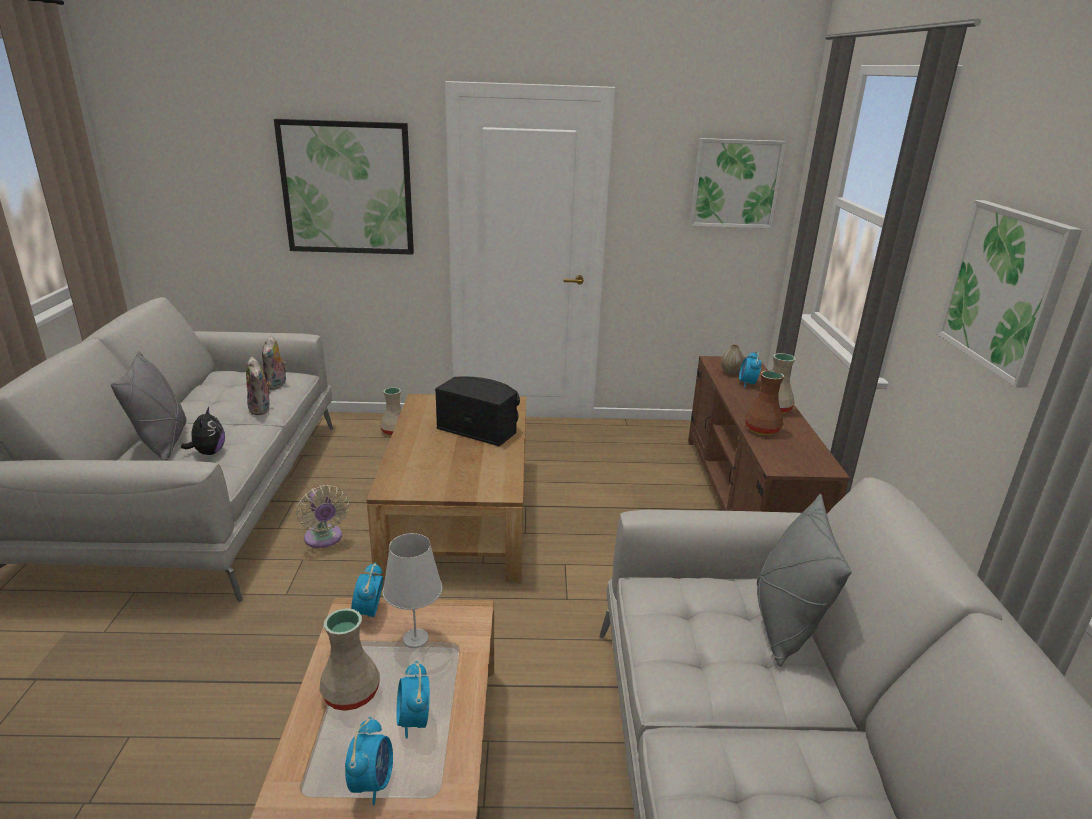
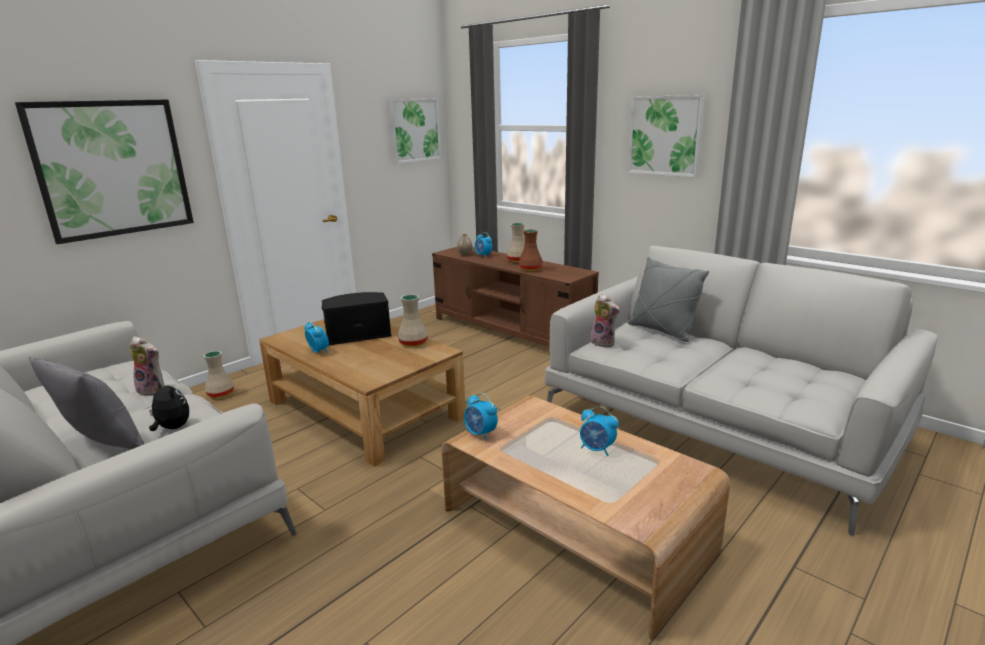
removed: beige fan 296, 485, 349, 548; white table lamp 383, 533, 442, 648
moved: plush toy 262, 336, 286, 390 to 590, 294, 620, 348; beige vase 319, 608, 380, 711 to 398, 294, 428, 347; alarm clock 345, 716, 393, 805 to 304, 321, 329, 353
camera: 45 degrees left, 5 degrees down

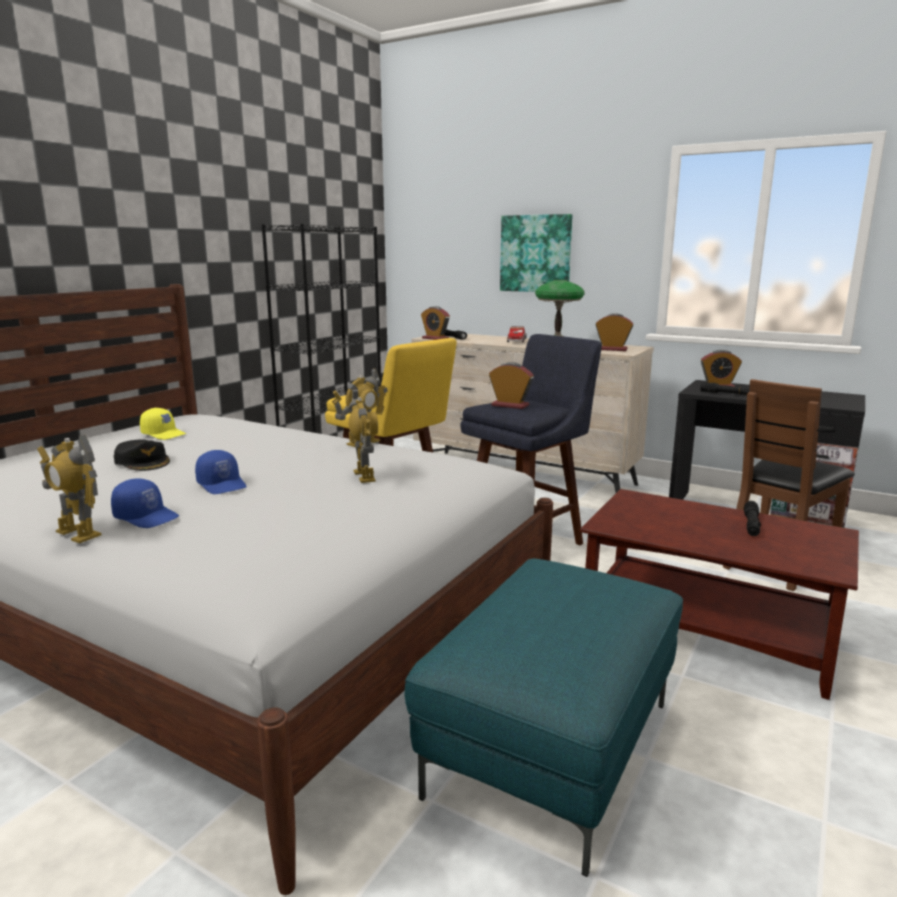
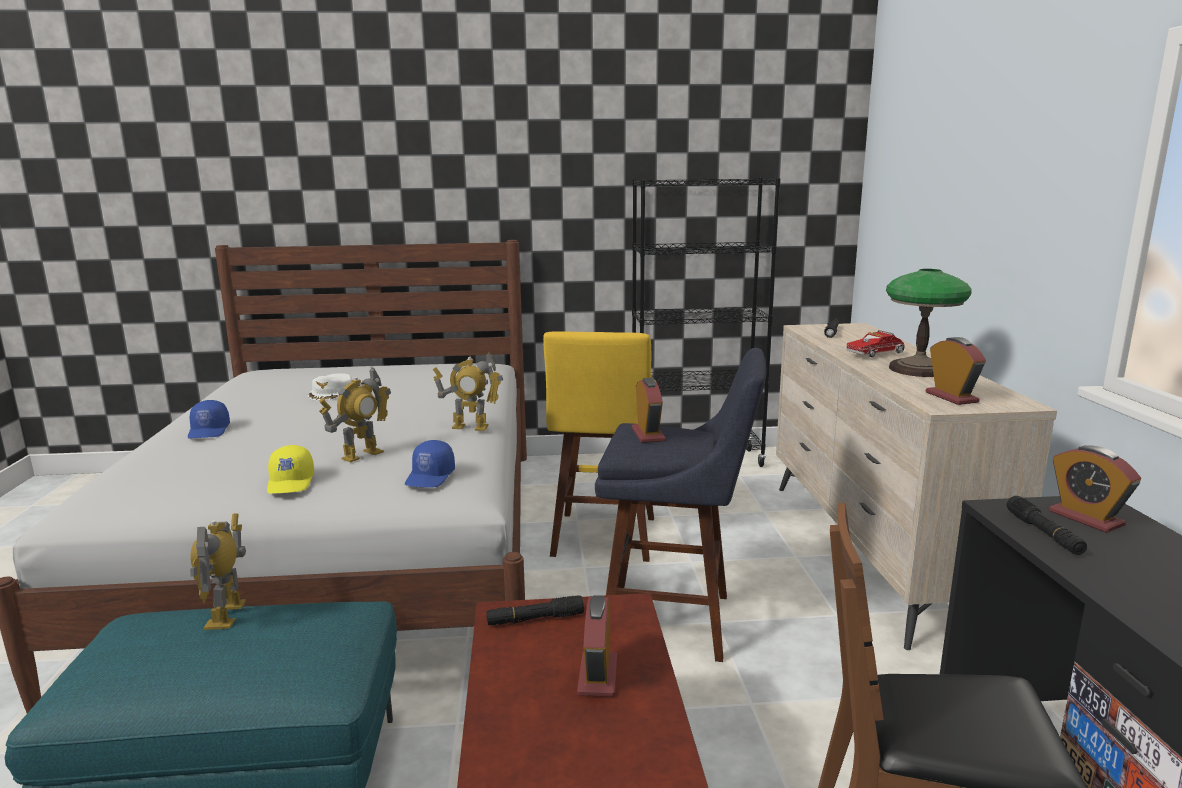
removed: picture 500, 214, 572, 292
moved: toy robot 37, 435, 101, 543 to 190, 513, 246, 630; yellow cap 140, 408, 186, 440 to 267, 445, 314, 494; blue cap 195, 450, 246, 494 to 405, 440, 455, 488; alarm clock 421, 306, 450, 340 to 577, 595, 617, 697; black flashlight 744, 501, 761, 536 to 487, 595, 584, 625
recoloured: black cap 114, 439, 170, 471 to white cap 308, 373, 352, 401
camera: 55 degrees right, 0 degrees up

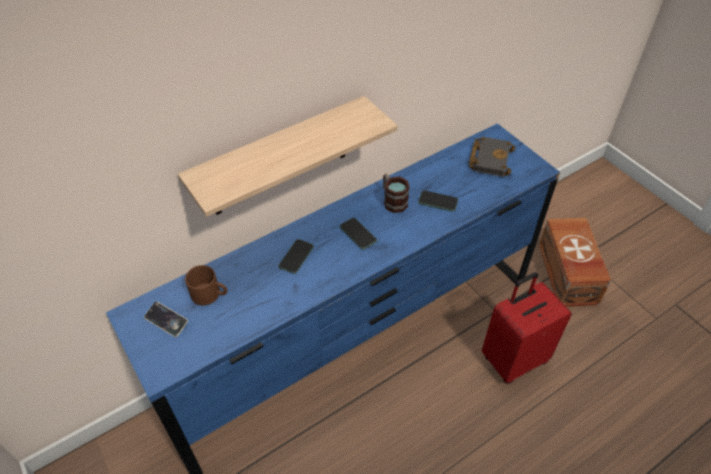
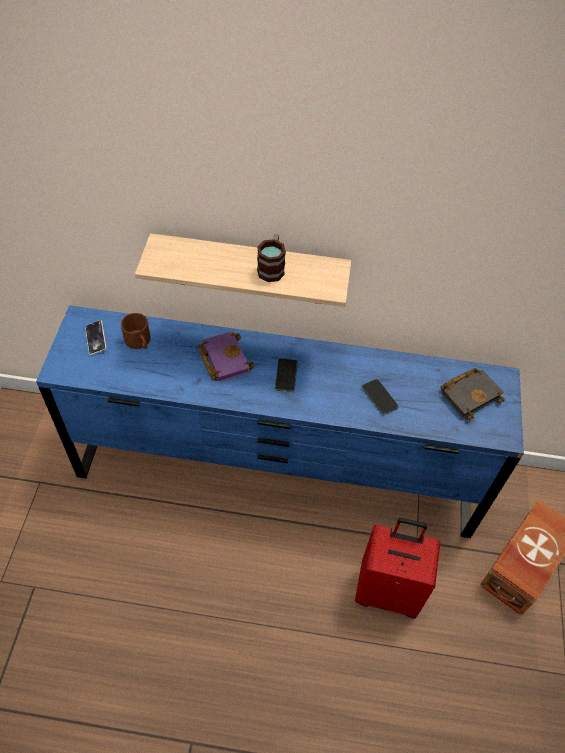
moved: mug 383, 174, 410, 213 to 257, 234, 286, 282
replaced: phone 278, 239, 314, 274 to purple book 198, 331, 255, 382
camera: 40 degrees right, 5 degrees up

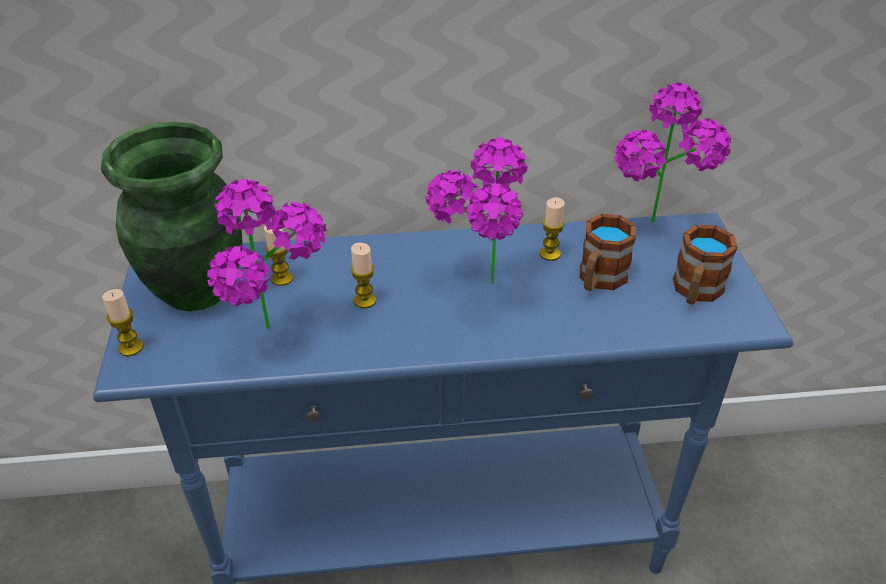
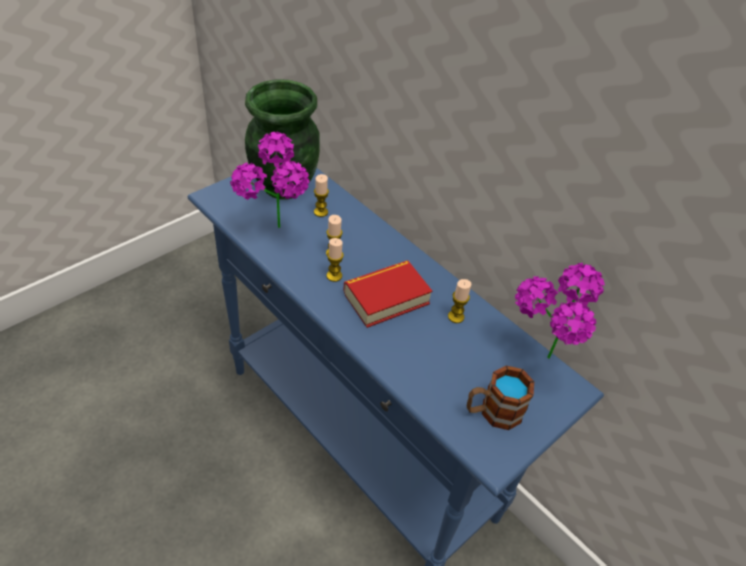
removed: mug 580, 214, 636, 291
moved: candle 102, 289, 144, 356 to 327, 238, 344, 282
replaced: potted plant 426, 138, 527, 284 to book 343, 261, 432, 328
camera: 50 degrees right, 5 degrees up

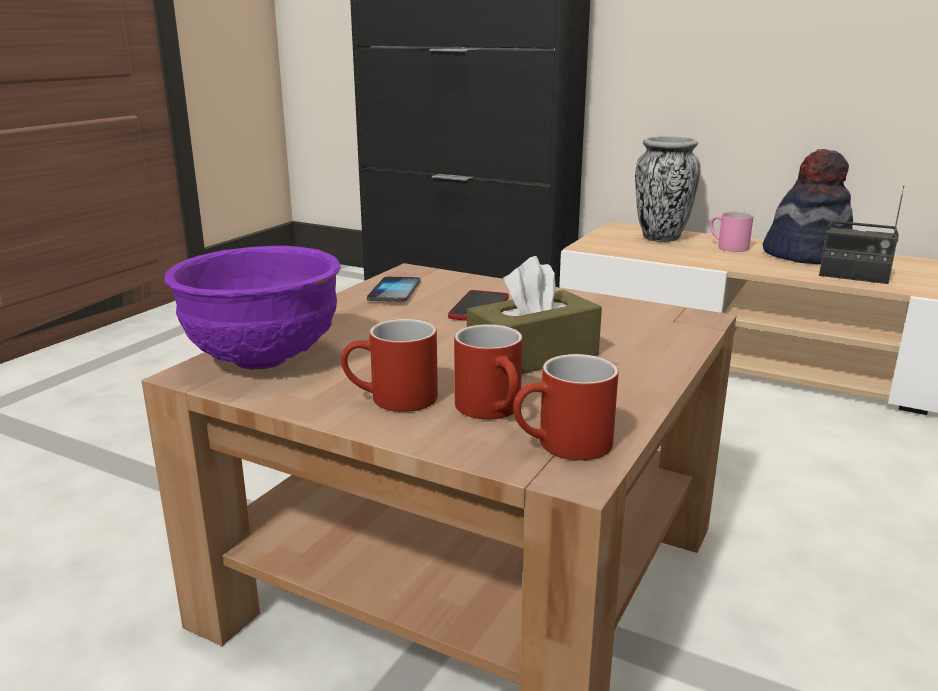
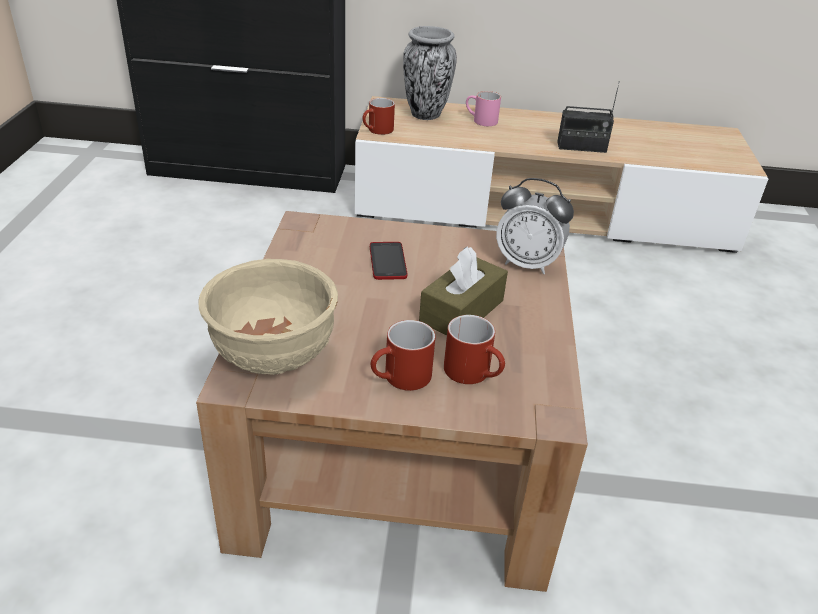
removed: phone 367, 277, 421, 302; hat 763, 149, 853, 264
added: alarm clock 496, 178, 574, 274
moved: red mug 513, 354, 619, 460 to 363, 98, 395, 135
recoloured: purple bowl 164, 246, 341, 370 to beige bowl 199, 259, 338, 375
camera: 25 degrees left, 15 degrees up

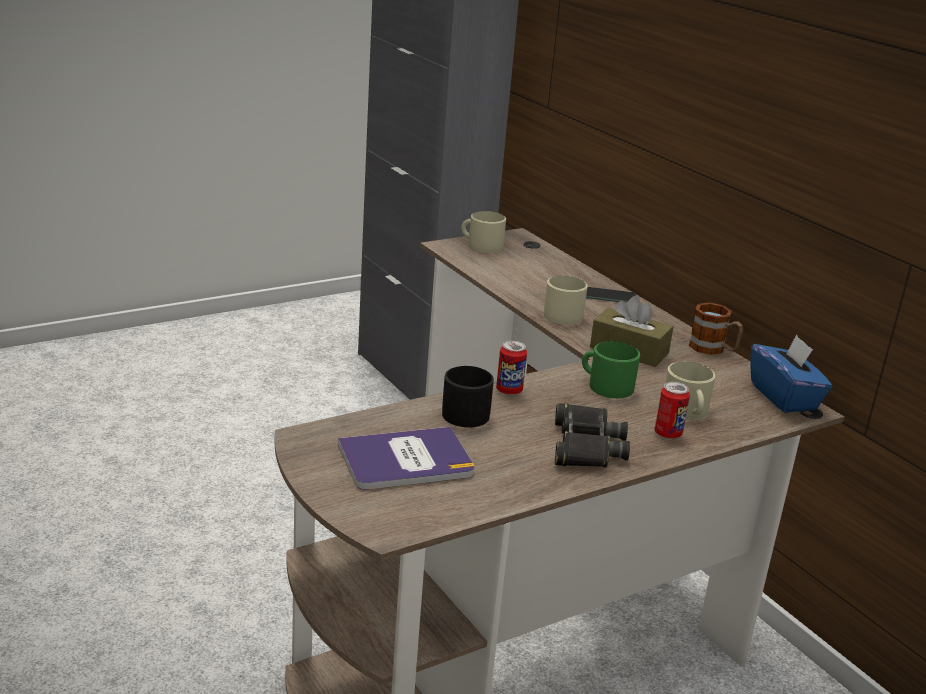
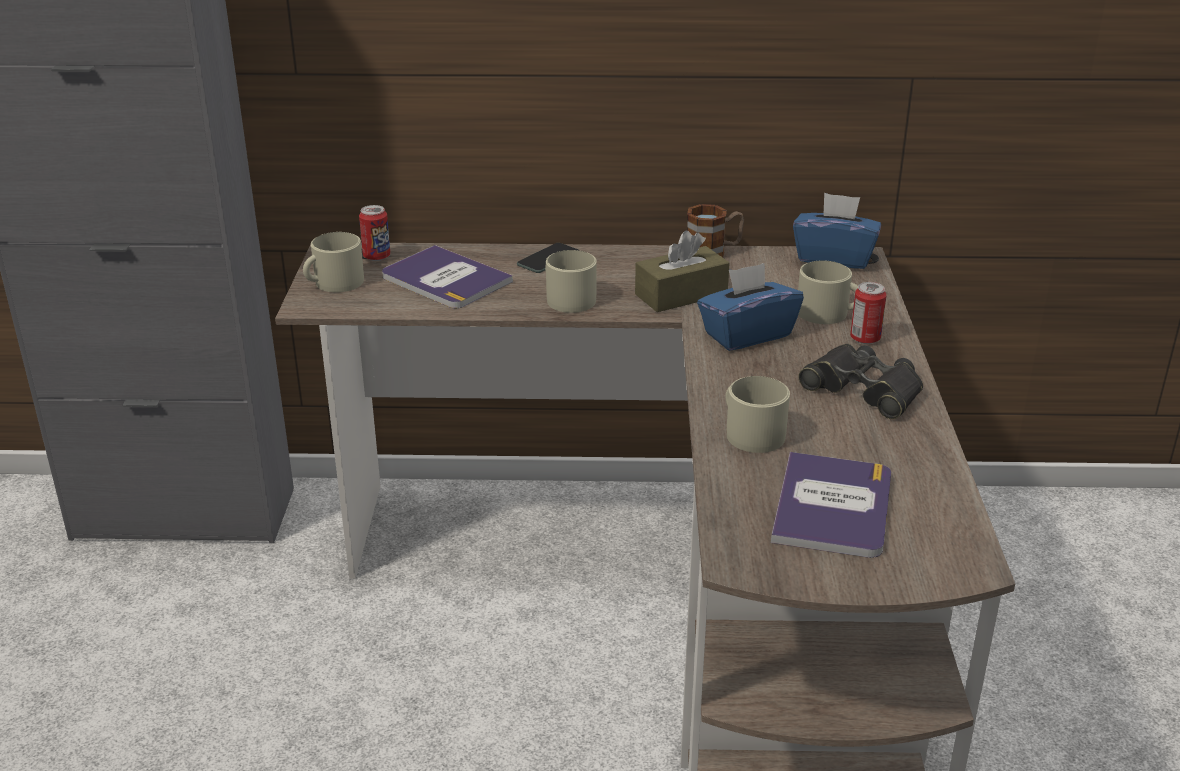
added: book 382, 245, 513, 308
moved: can 496, 341, 527, 395 to 359, 205, 390, 261
replaced: green mug 582, 341, 640, 398 to blue tissue box 697, 263, 804, 351
recoloured: black mug 442, 366, 494, 427 to beige mug 726, 376, 790, 453
camera: 55 degrees left, 5 degrees up

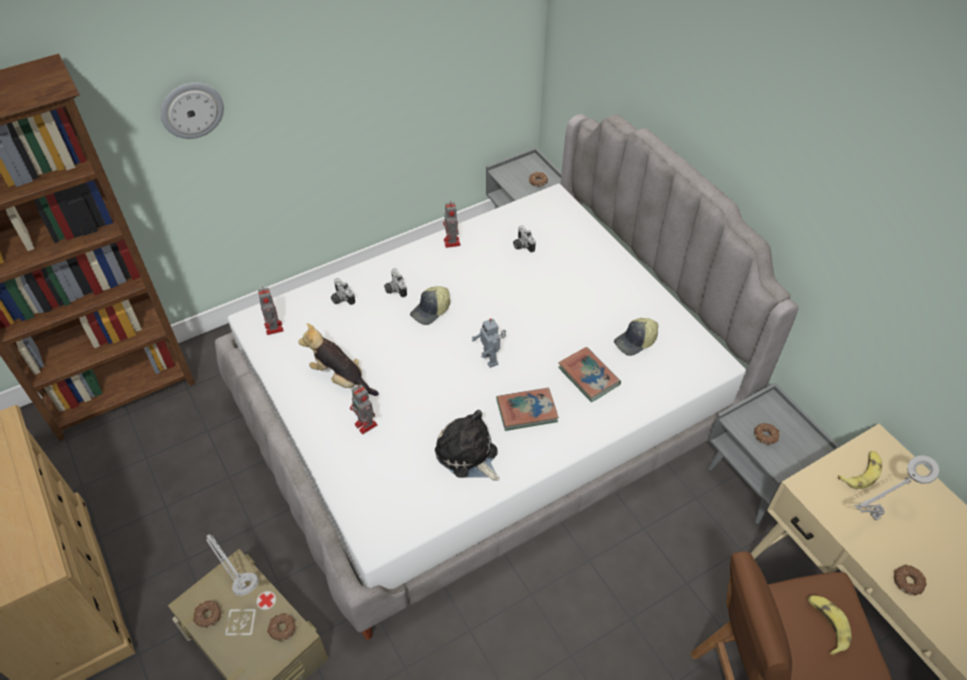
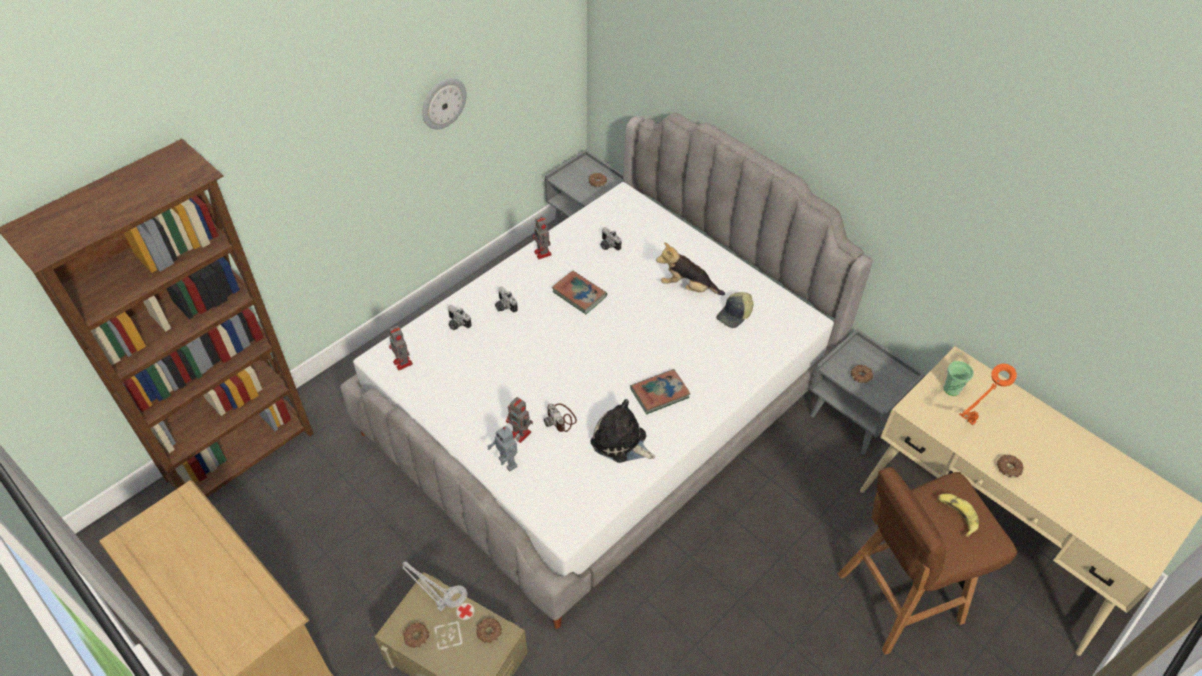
removed: cap 410, 286, 450, 325
added: photo camera 544, 403, 577, 432
moved: wall clock 160, 83, 224, 139 to 422, 78, 466, 129; plush toy 298, 323, 379, 396 to 656, 242, 725, 295; toy robot 472, 318, 506, 368 to 487, 426, 520, 471; book 558, 347, 621, 402 to 552, 271, 607, 314
replaced: banana 838, 451, 882, 489 to cup 944, 361, 974, 396
recoloured: grey table lamp 855, 455, 939, 520 to orange table lamp 959, 364, 1017, 425
camera: 15 degrees left, 0 degrees up

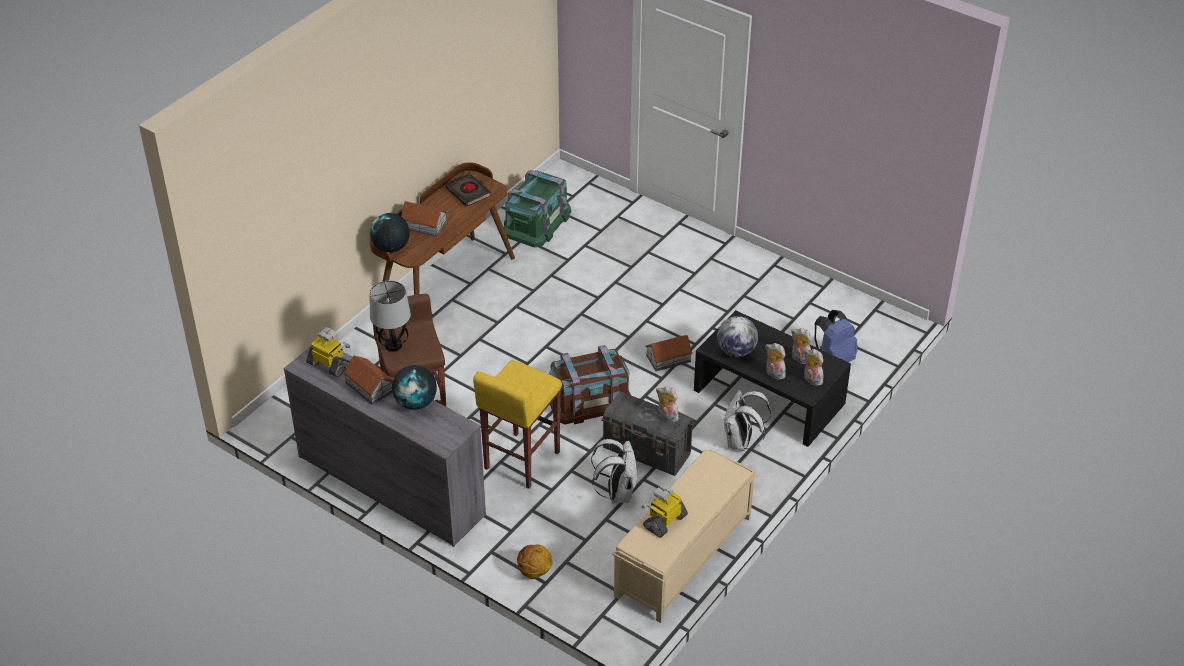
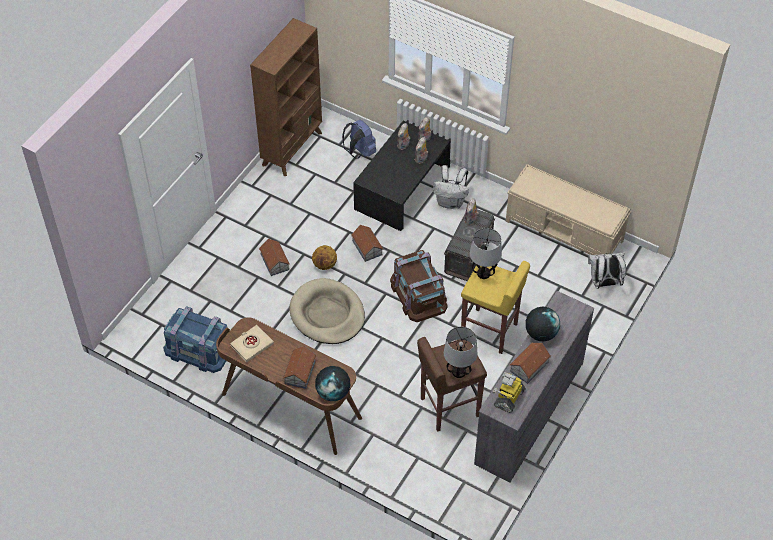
removed: toy robot 642, 484, 688, 537; globe 717, 316, 758, 357
added: brown bookcase 250, 18, 322, 176; toy house 259, 239, 290, 276; beige dog bed 289, 278, 365, 344; table lamp 470, 228, 502, 279
moved: basketball 517, 544, 552, 579 to 312, 245, 337, 270; white backpack 591, 439, 637, 504 to 588, 252, 626, 289
recoloured: black book 446, 173, 491, 207 to beige book 230, 325, 274, 362; green storage box 504, 170, 571, 247 to blue storage box 163, 306, 228, 373
camera: 95 degrees left, 10 degrees up

